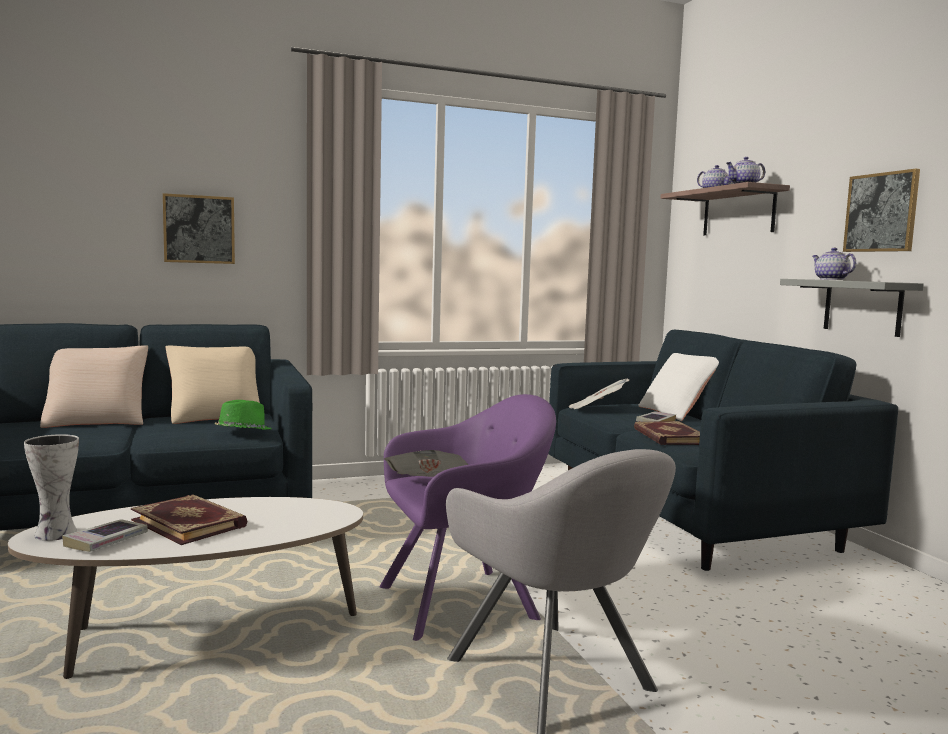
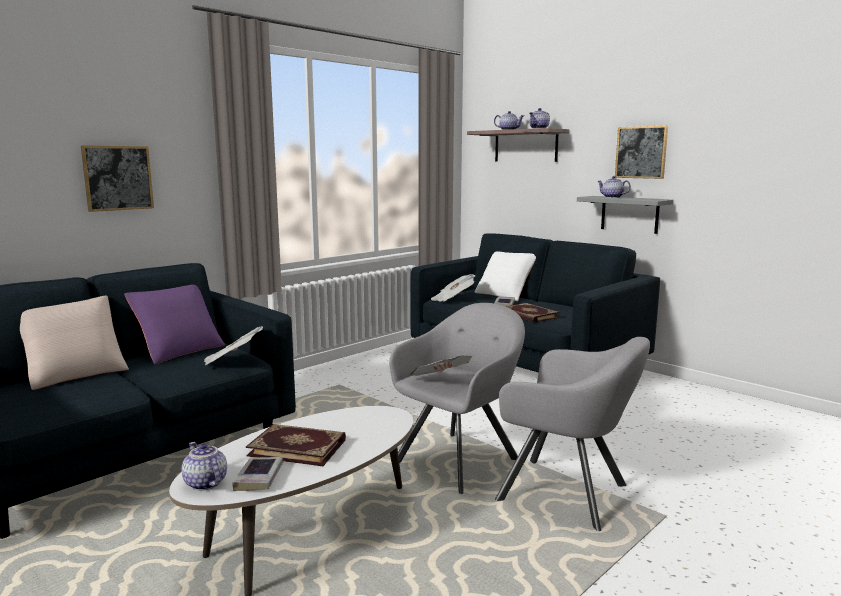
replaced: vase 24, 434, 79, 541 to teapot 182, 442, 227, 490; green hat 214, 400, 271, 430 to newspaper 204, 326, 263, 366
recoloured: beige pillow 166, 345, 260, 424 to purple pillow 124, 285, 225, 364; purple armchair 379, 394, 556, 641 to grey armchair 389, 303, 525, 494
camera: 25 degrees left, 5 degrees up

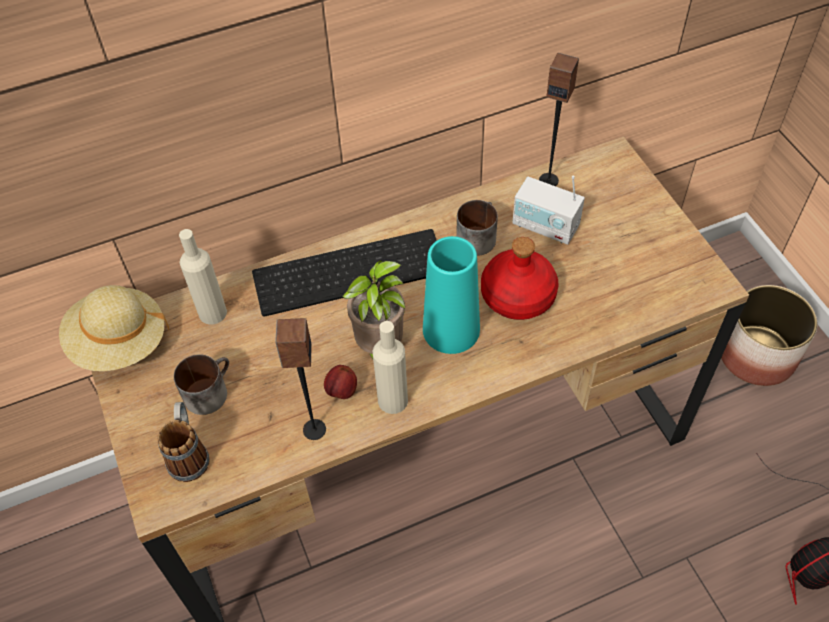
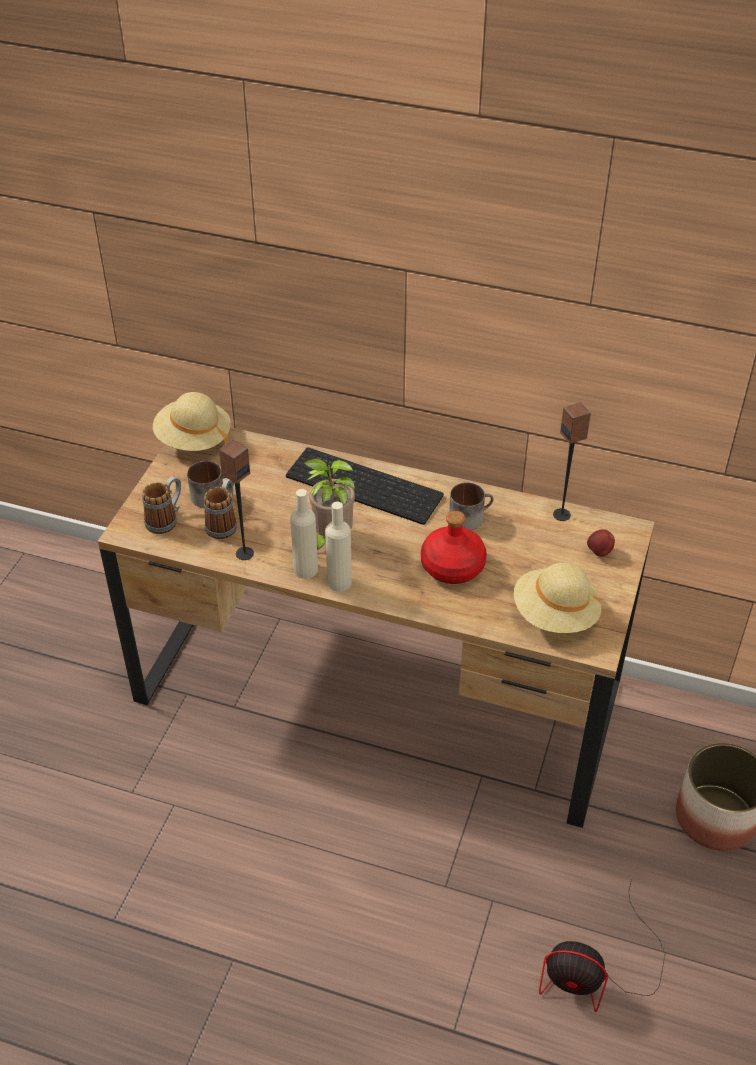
removed: turquoise vase 423, 236, 480, 354; radio 512, 175, 585, 245
added: mug 204, 479, 237, 539; beige hat 514, 563, 602, 633
moved: beige bottle 179, 229, 227, 325 to 325, 502, 352, 592; apple 324, 365, 357, 399 to 587, 529, 615, 557
camera: 40 degrees right, 10 degrees down

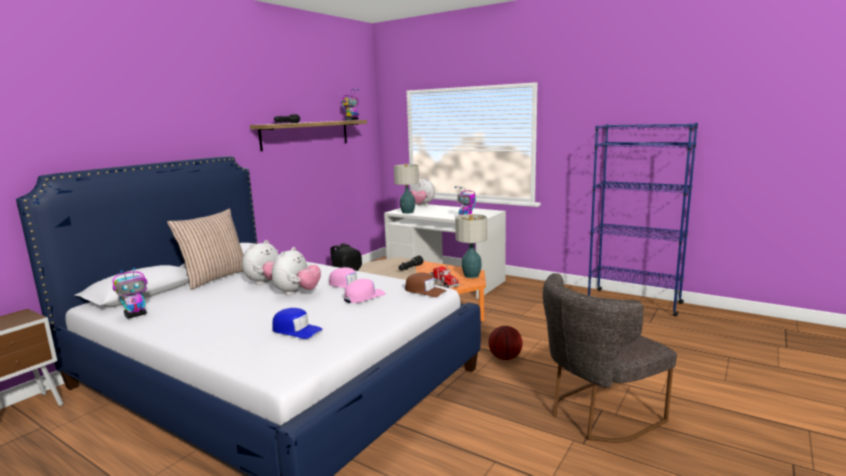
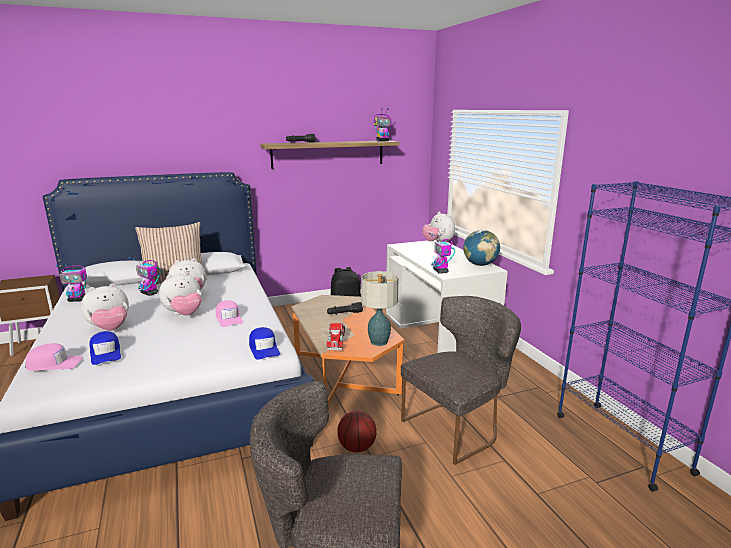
removed: table lamp 394, 164, 419, 214
added: plush toy 81, 283, 129, 331; toy robot 129, 257, 161, 296; grey chair 401, 296, 521, 465; globe 463, 230, 500, 266
moved: pink cap 344, 279, 386, 303 to 25, 343, 83, 371
recoloured: brown cap 405, 272, 446, 297 to blue cap 249, 327, 280, 360
camera: 35 degrees right, 5 degrees up

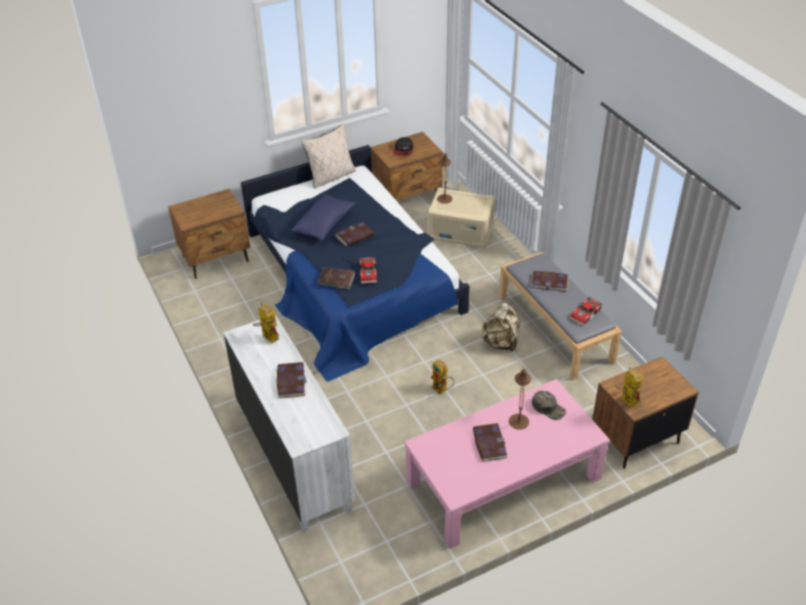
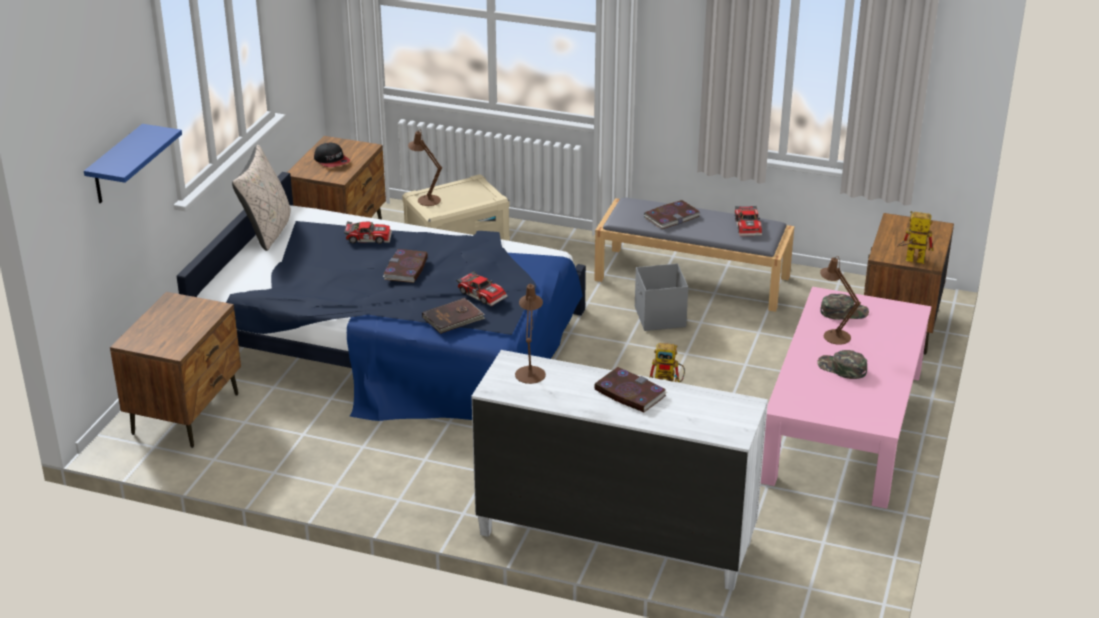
removed: blue pillow 291, 194, 356, 241
added: blue shelf 84, 124, 182, 203; toy car 344, 222, 392, 244
replaced: toy robot 253, 303, 280, 344 to brown table lamp 515, 283, 546, 384; book 473, 423, 508, 462 to green cap 817, 350, 867, 379; beige backpack 481, 303, 520, 352 to grey storage box 635, 264, 688, 331
camera: 45 degrees left, 10 degrees down

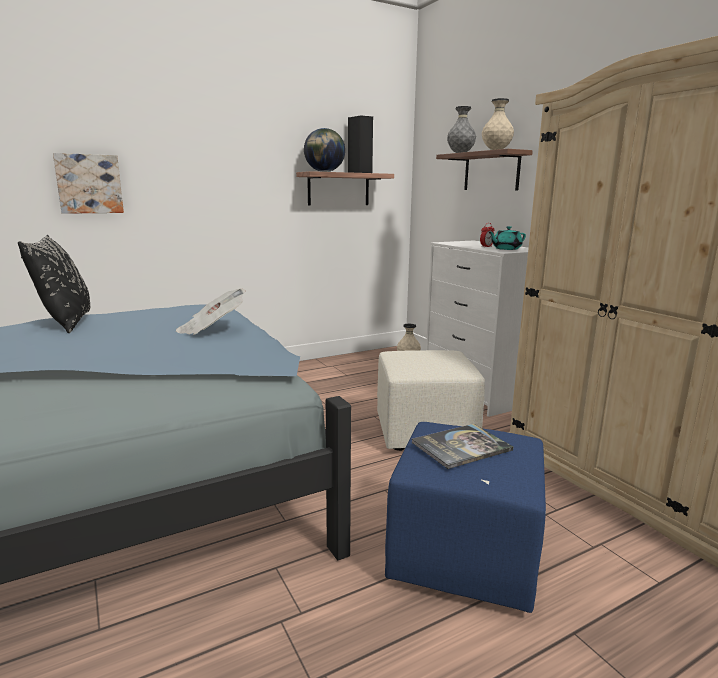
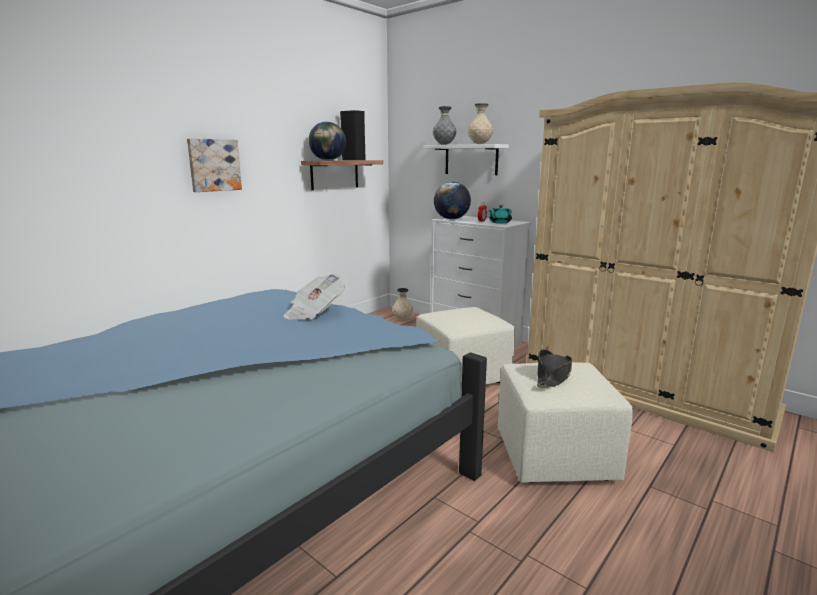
removed: black pillow 18, 235, 90, 333
added: globe 434, 182, 471, 219
moved: picture 53, 153, 124, 214 to 187, 138, 242, 192
replaced: book 411, 424, 513, 469 to black hat 537, 349, 572, 388
recoloured: blue ottoman 385, 422, 546, 613 to beige ottoman 498, 362, 633, 483; brown shelf 436, 149, 533, 190 to white shelf 423, 144, 509, 175
camera: 20 degrees left, 0 degrees up

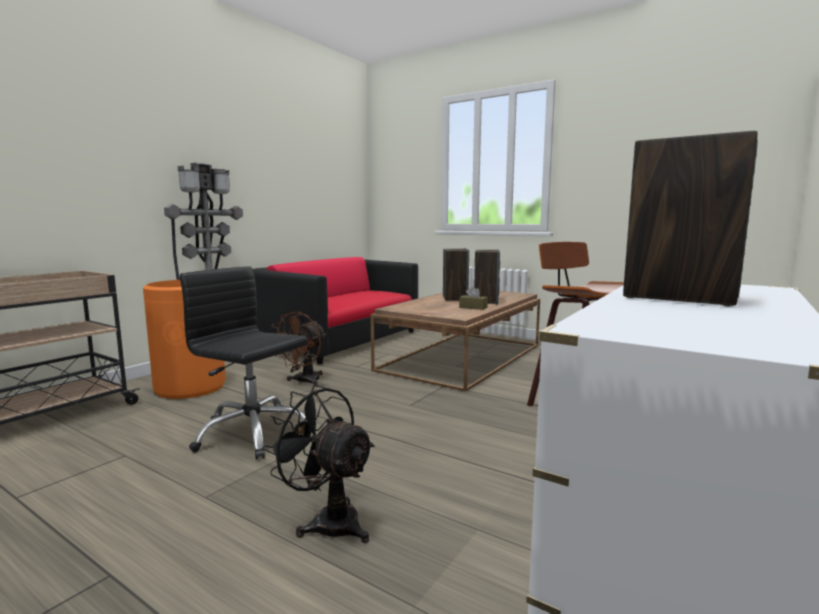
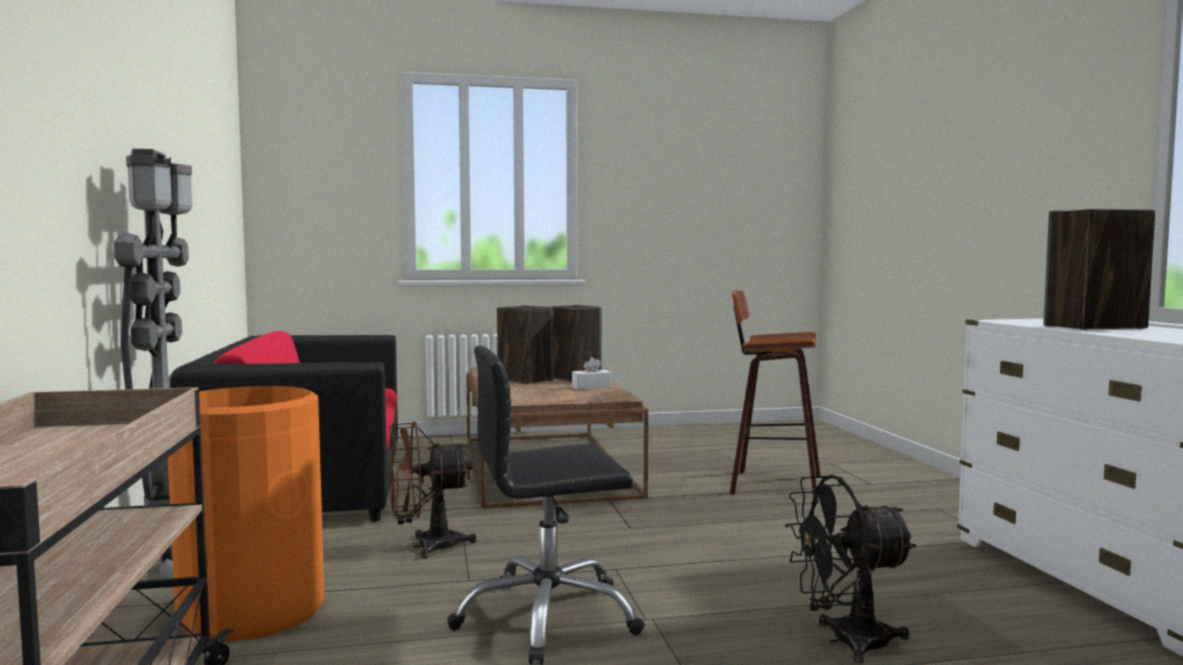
recoloured: brown tissue box 459, 286, 488, 310 to white tissue box 572, 357, 611, 390
turned: brown fan 272, 312, 327, 386 = 389, 421, 477, 559 90 degrees clockwise
camera: 45 degrees left, 5 degrees down

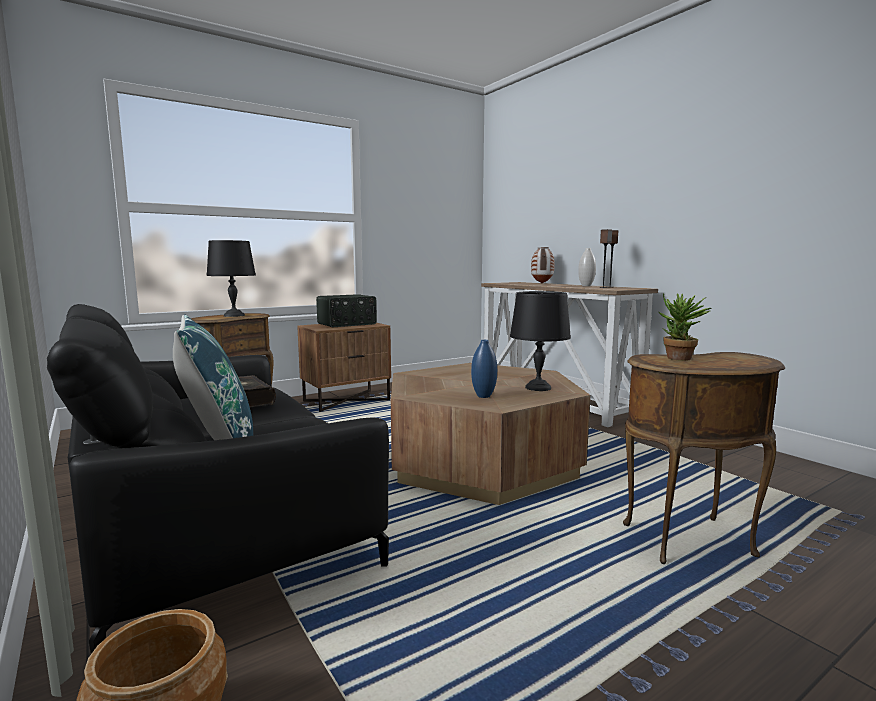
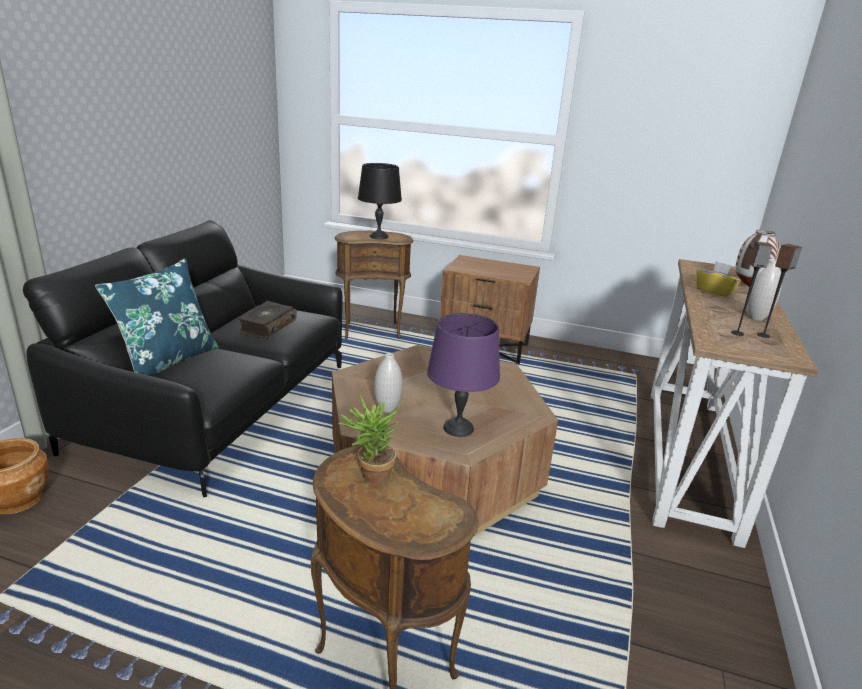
removed: radio 316, 294, 377, 327
added: yellow tissue box 697, 261, 741, 297
recoloured: blue vase 471, 340, 497, 398 to white vase 374, 353, 402, 413; black table lamp 510, 291, 571, 391 to purple table lamp 427, 313, 500, 437
camera: 50 degrees right, 15 degrees up

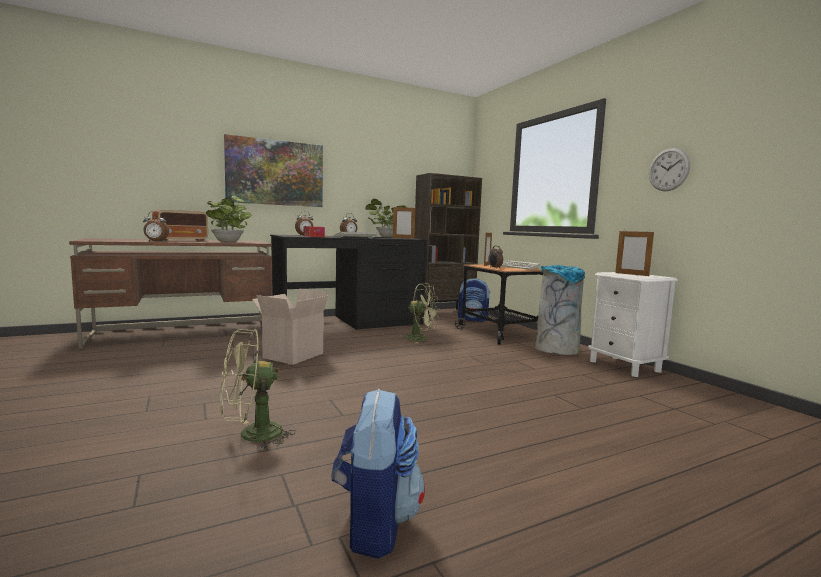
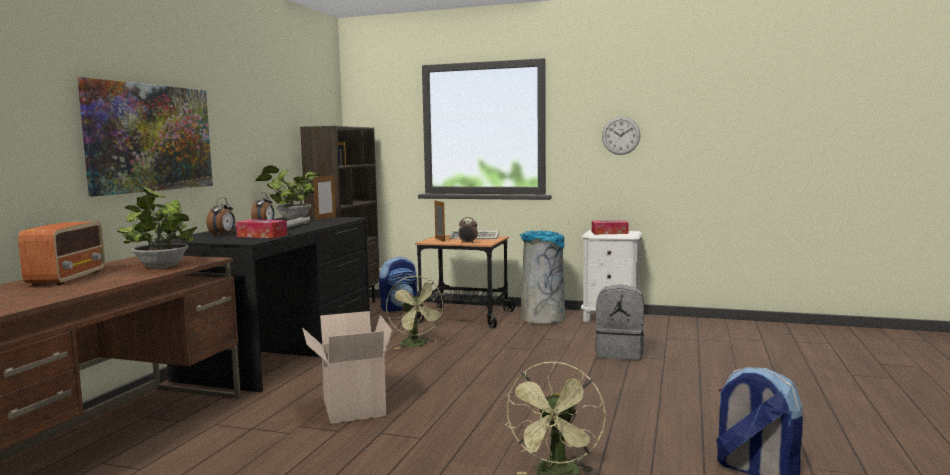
removed: alarm clock 143, 211, 169, 242
added: grey backpack 595, 284, 644, 360
replaced: picture frame 615, 230, 654, 276 to tissue box 592, 220, 629, 234
turned: green fan 402, 283, 439, 343 = 386, 276, 445, 349 90 degrees clockwise
camera: 45 degrees left, 0 degrees up

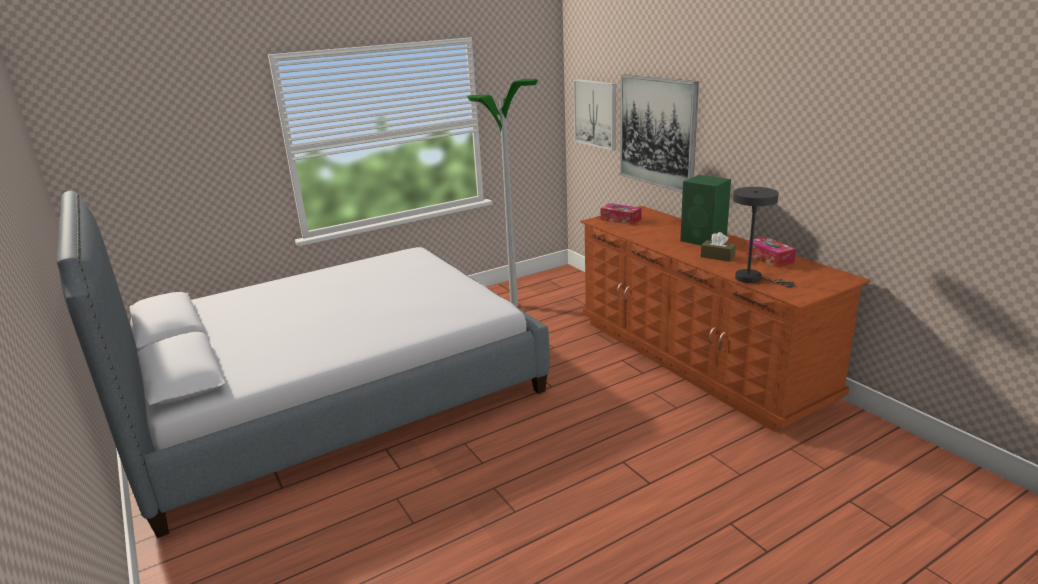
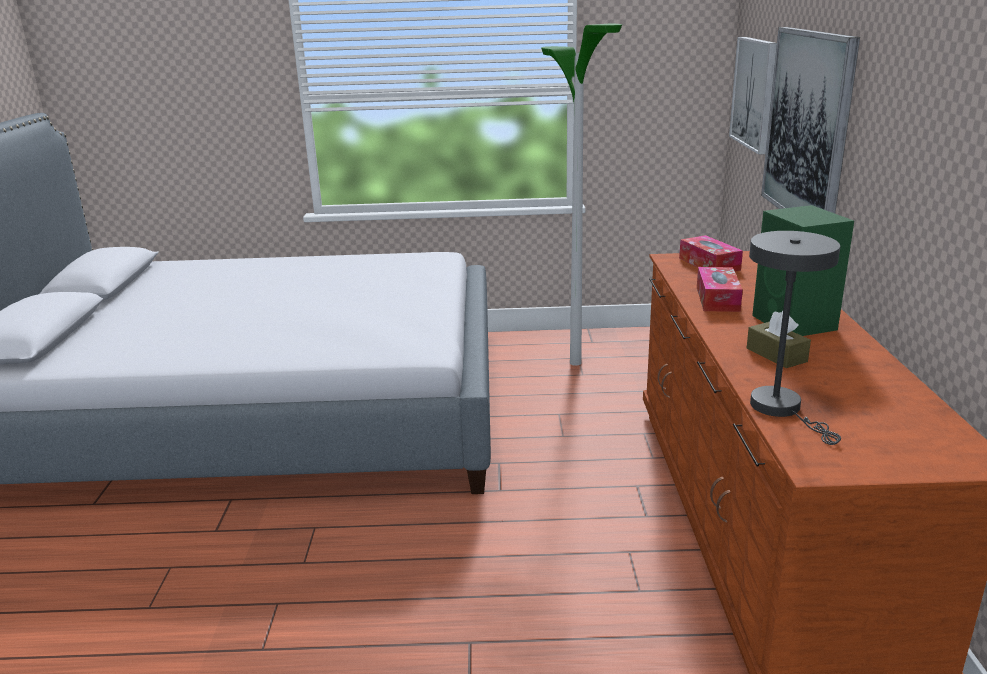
moved: tissue box 746, 236, 796, 267 to 697, 267, 743, 312
camera: 30 degrees right, 0 degrees up

